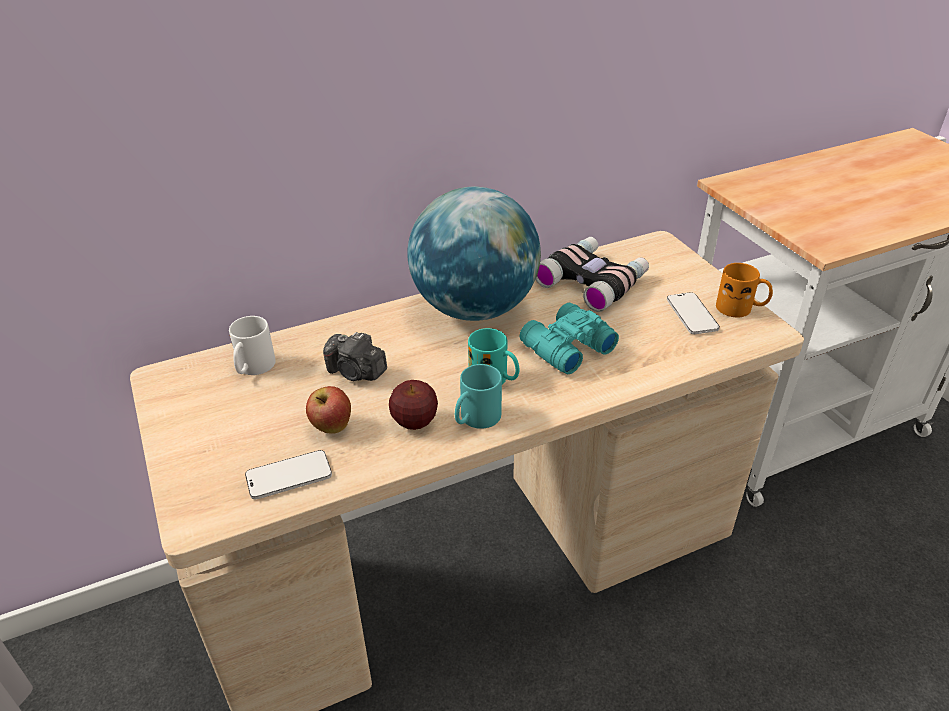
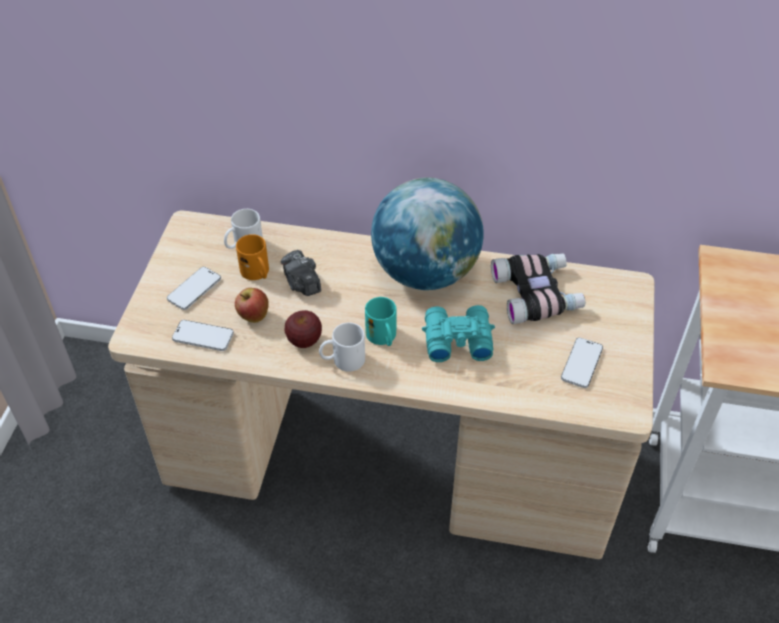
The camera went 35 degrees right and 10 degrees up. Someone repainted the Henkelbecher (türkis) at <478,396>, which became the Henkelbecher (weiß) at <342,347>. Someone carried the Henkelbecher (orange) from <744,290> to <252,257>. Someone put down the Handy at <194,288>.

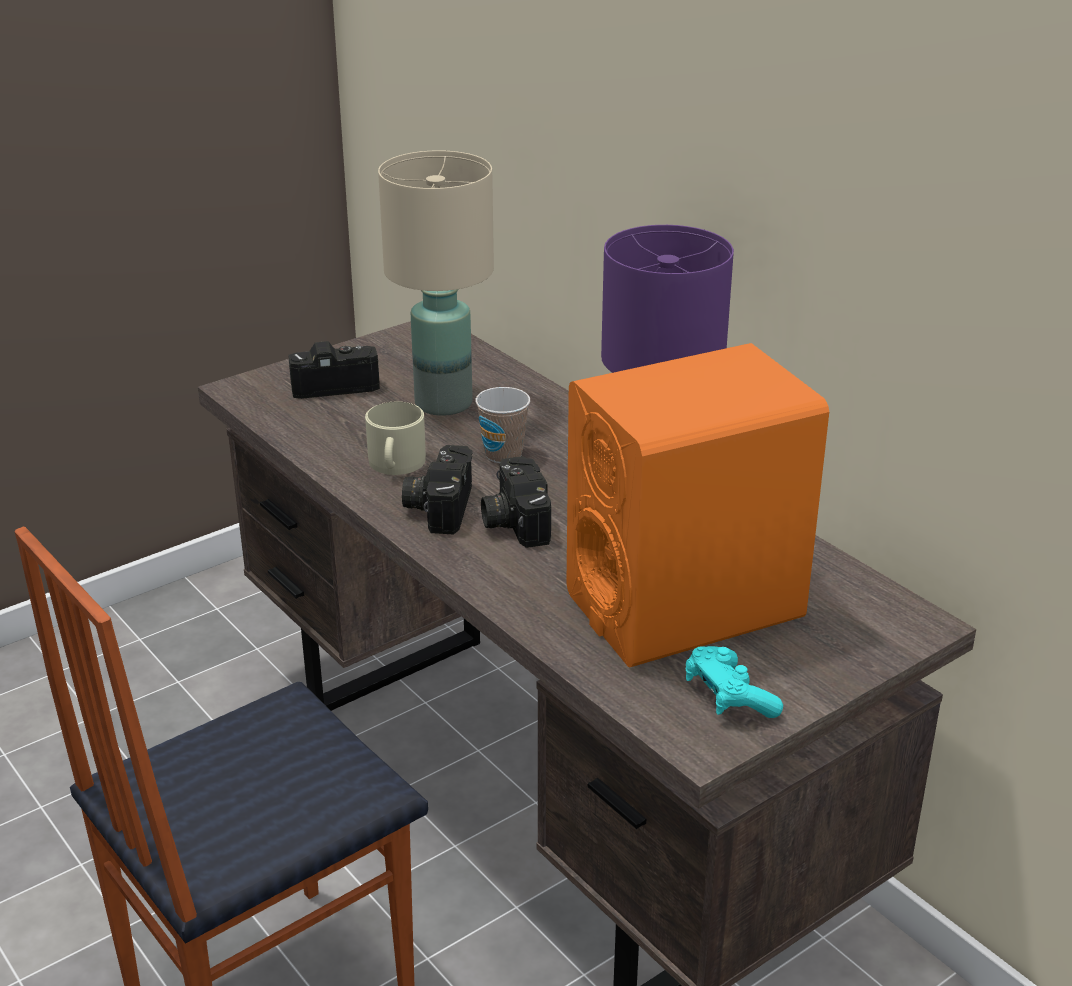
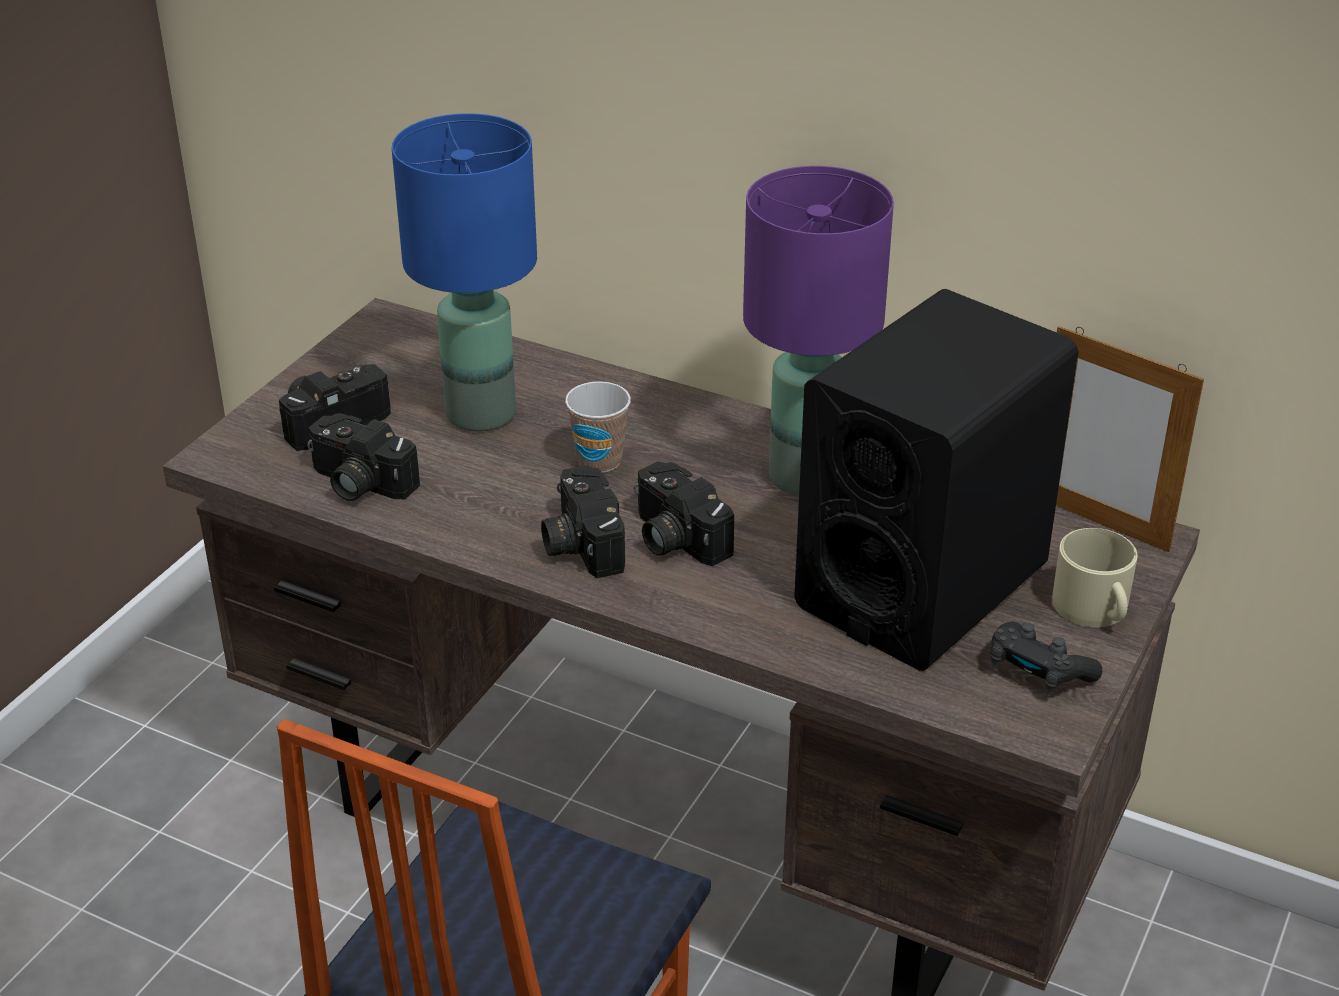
The camera went 25 degrees left and 5 degrees up. Someone carried the Henkelbecher (beige) from <395,438> to <1095,577>. Someone repainted the Tischlampe (beige) at <436,283>, which became the Tischlampe (blau) at <464,272>. Someone repainted the Lautsprecher (orange) at <697,505>, which became the Lautsprecher (schwarz) at <936,480>. Someone repainted the Gamepad (türkis) at <734,682>, which became the Gamepad (schwarz) at <1047,658>. Someone put down the Kamera at <363,457>. Someone put down the Bilderrahmen at <1130,439>.

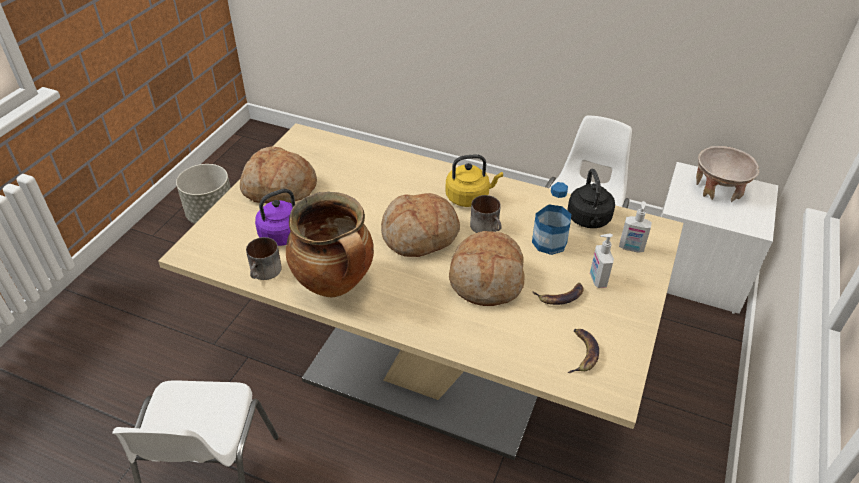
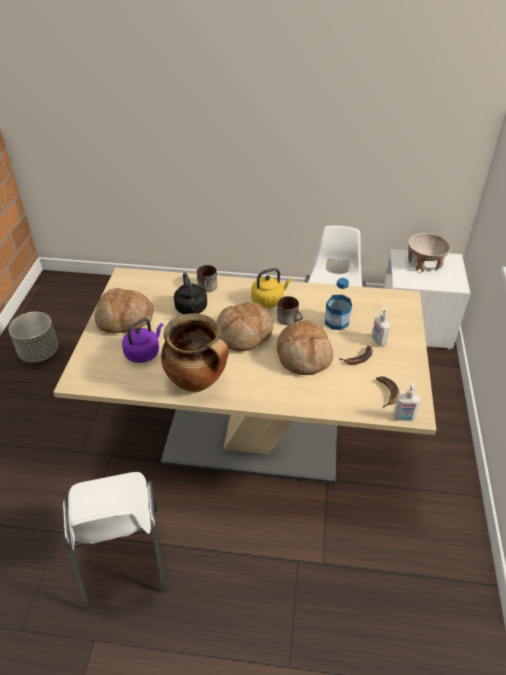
The camera went 15 degrees left and 0 degrees up. Someone carried the Henkelbecher from <264,258> to <207,278>. Someone carried the Wasserkessel (schwarz) from <591,198> to <190,293>. Someone carried the Seifenspender from <635,226> to <406,401>.

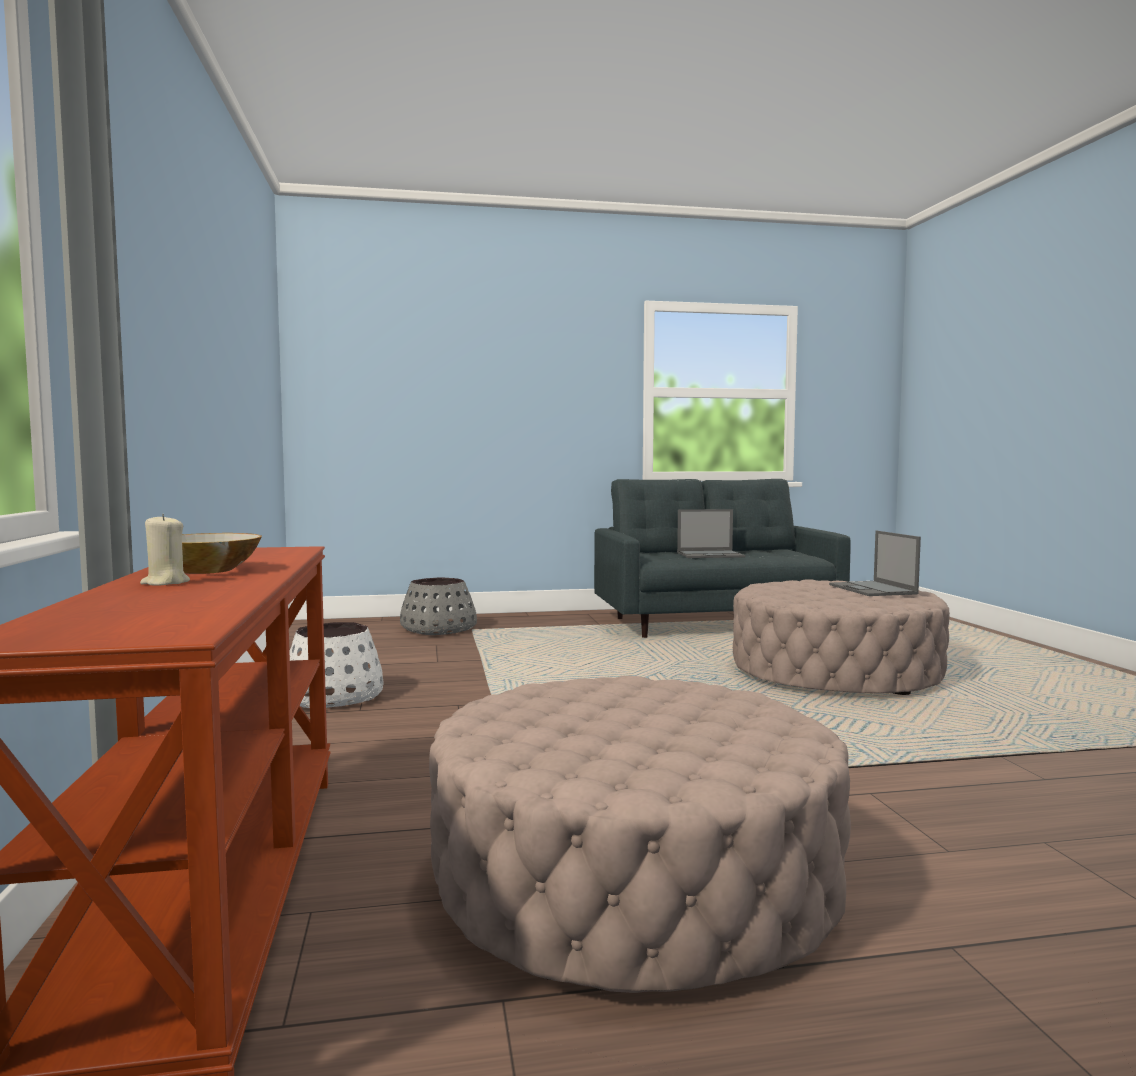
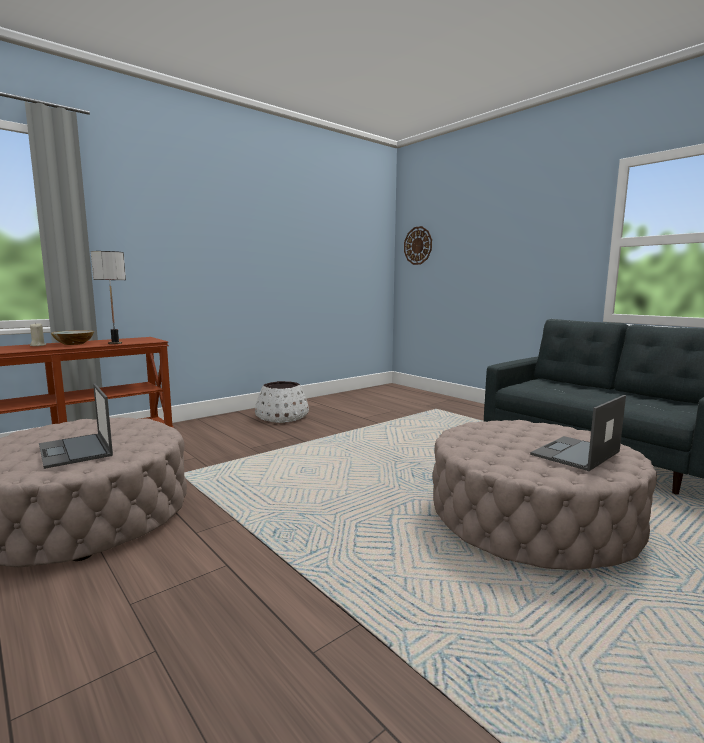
The camera went 60 degrees right and 5 degrees up. Someone took away the Pflanzkübel (grau) at <438,606>. Someone carried the Laptop from <711,533> to <76,426>. Someone put down the Tischlampe at <108,297>. Someone put up the Wanduhr at <418,245>.

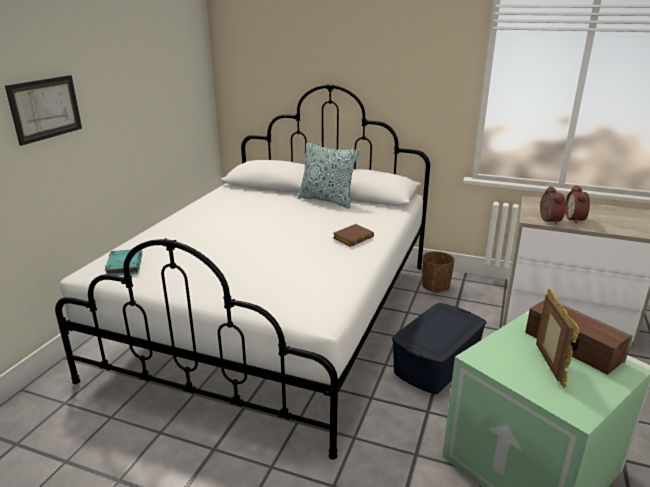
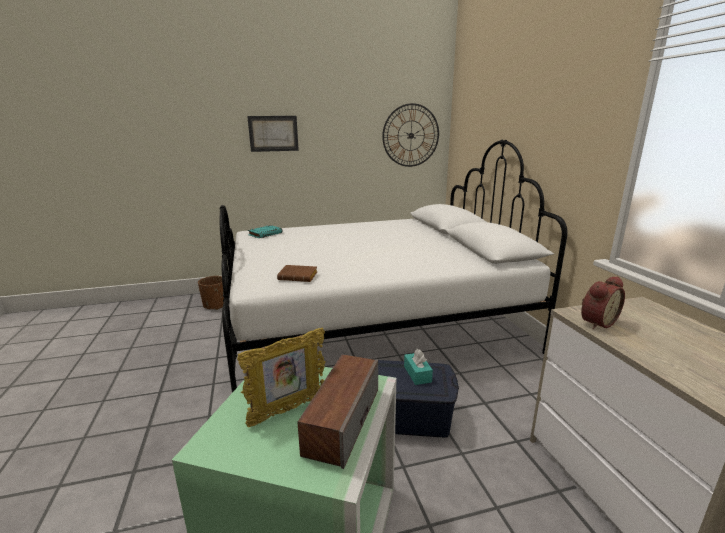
The camera went 55 degrees right and 5 degrees down. Someone took away the Kissen at <328,176>. Someone carried the Buch (braun) from <353,235> to <297,273>. Someone carried the Pflanzkübel (braun) from <438,272> to <211,293>. Someone took away the Wecker at <577,204>. Someone put up the Wanduhr at <410,135>. Someone put down the Taschentuchbox (türkis) at <418,367>.

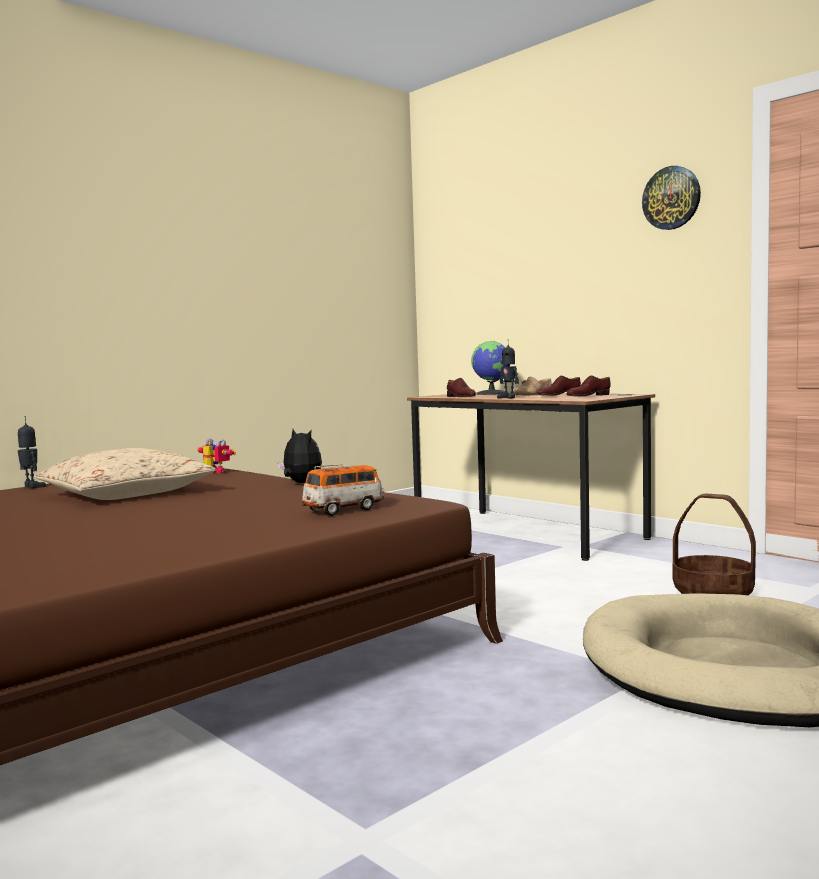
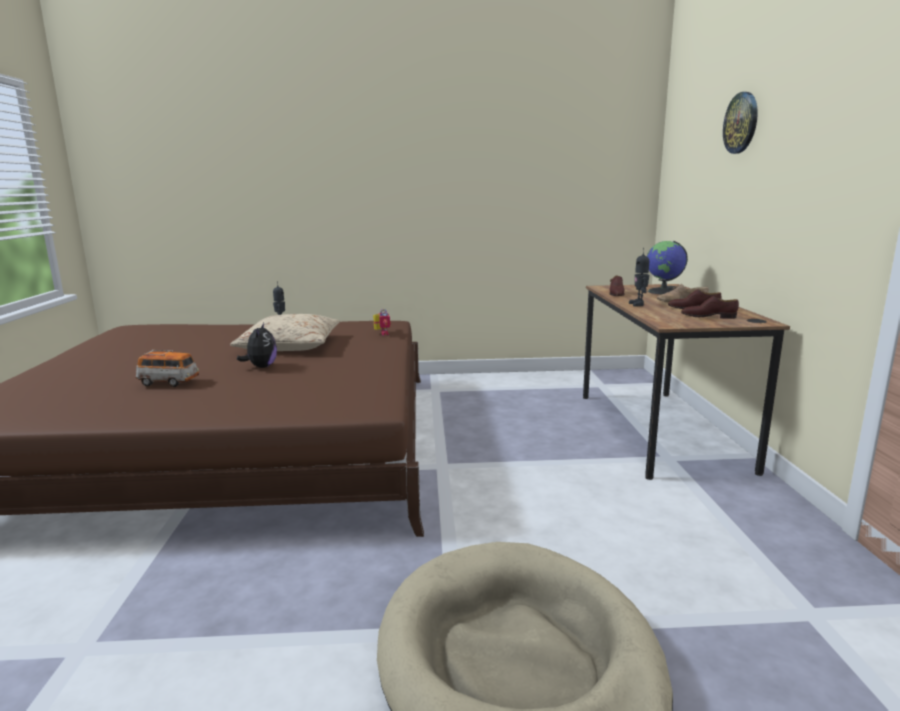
The camera went 40 degrees right and 10 degrees up. Someone carried the Plüschtier from <300,456> to <257,345>. Someone carried the Spielzeugauto from <342,490> to <167,368>. Someone carried the Wanduhr from <671,198> to <740,123>. Someone took away the Korb at <714,545>.

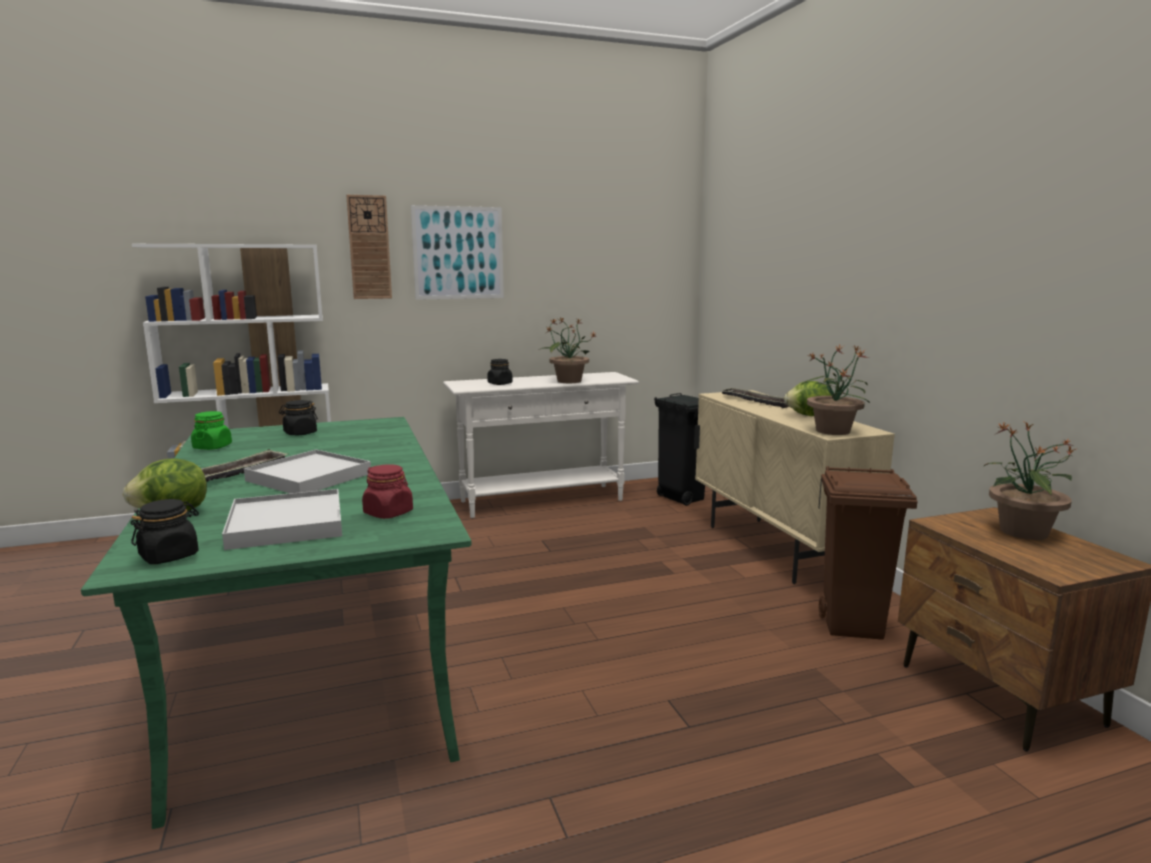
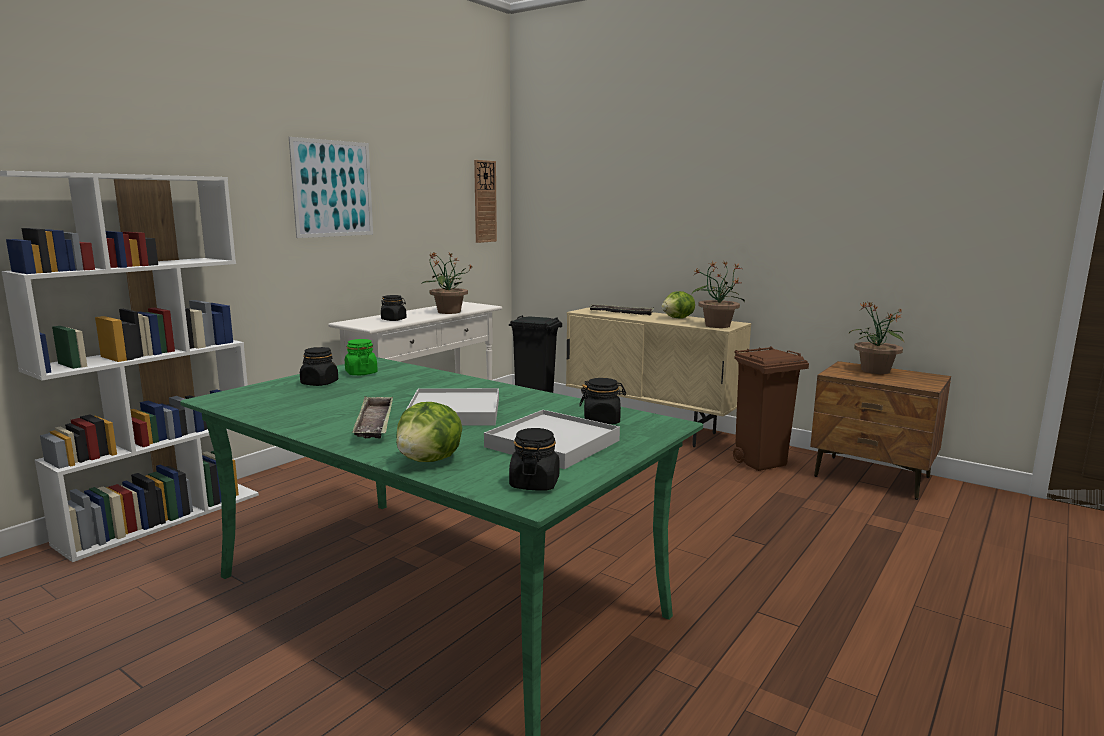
The camera went 35 degrees left and 0 degrees up. Someone carried the Vorratsglas (grün) from <211,430> to <361,357>. Someone carried the Wanduhr from <369,247> to <485,201>. Someone repainted the Vorratsglas (rot) at <387,491>, which became the Vorratsglas (schwarz) at <602,401>.

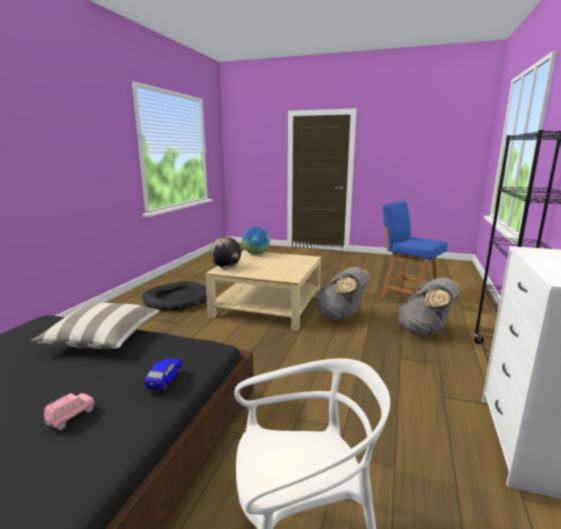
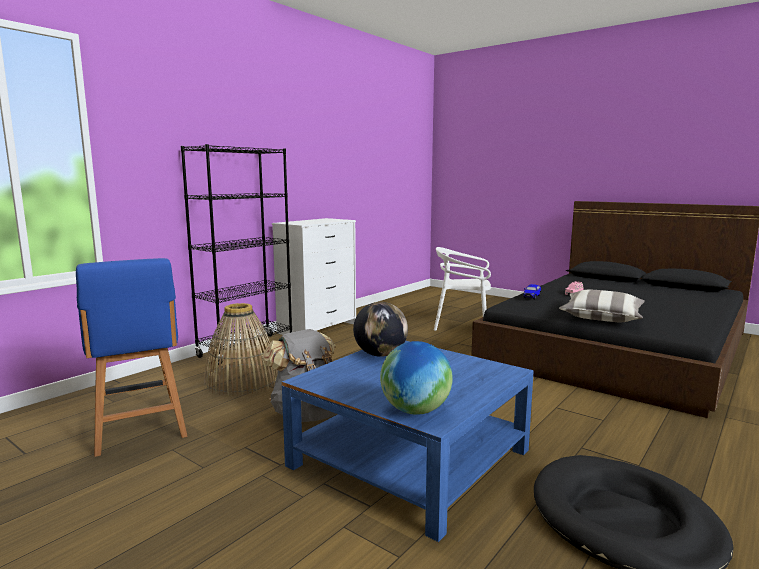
The camera went 160 degrees left and 5 degrees down. Someone repainted the Couchtisch (beige) at <263,290>, which became the Couchtisch (blau) at <408,441>. Someone carried the Globus from <225,252> to <380,329>. Someone swapped the Rucksack (grau) at <428,307> for the Korb at <241,349>.

